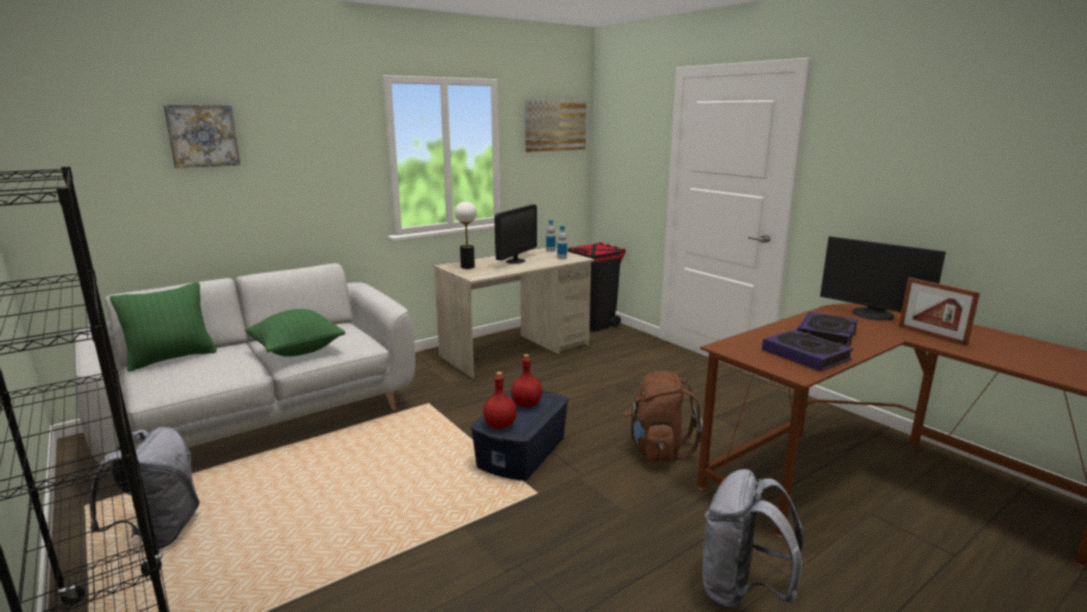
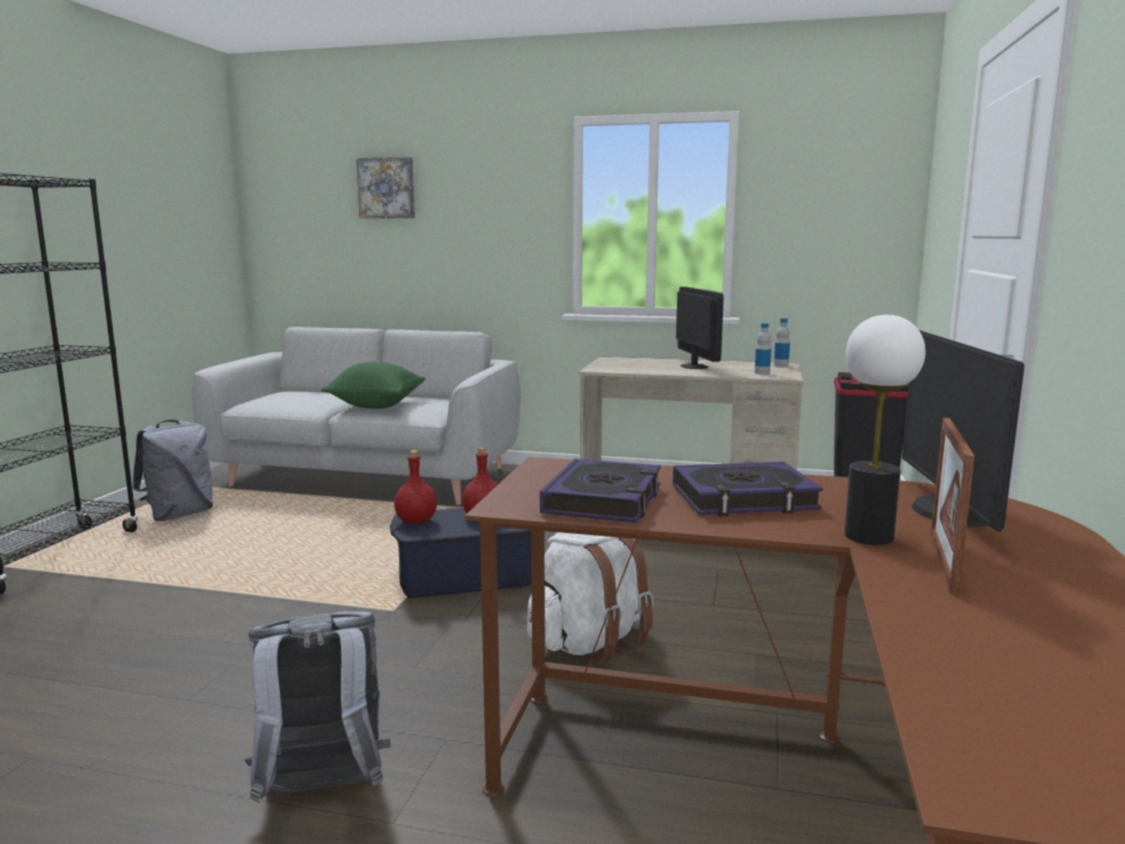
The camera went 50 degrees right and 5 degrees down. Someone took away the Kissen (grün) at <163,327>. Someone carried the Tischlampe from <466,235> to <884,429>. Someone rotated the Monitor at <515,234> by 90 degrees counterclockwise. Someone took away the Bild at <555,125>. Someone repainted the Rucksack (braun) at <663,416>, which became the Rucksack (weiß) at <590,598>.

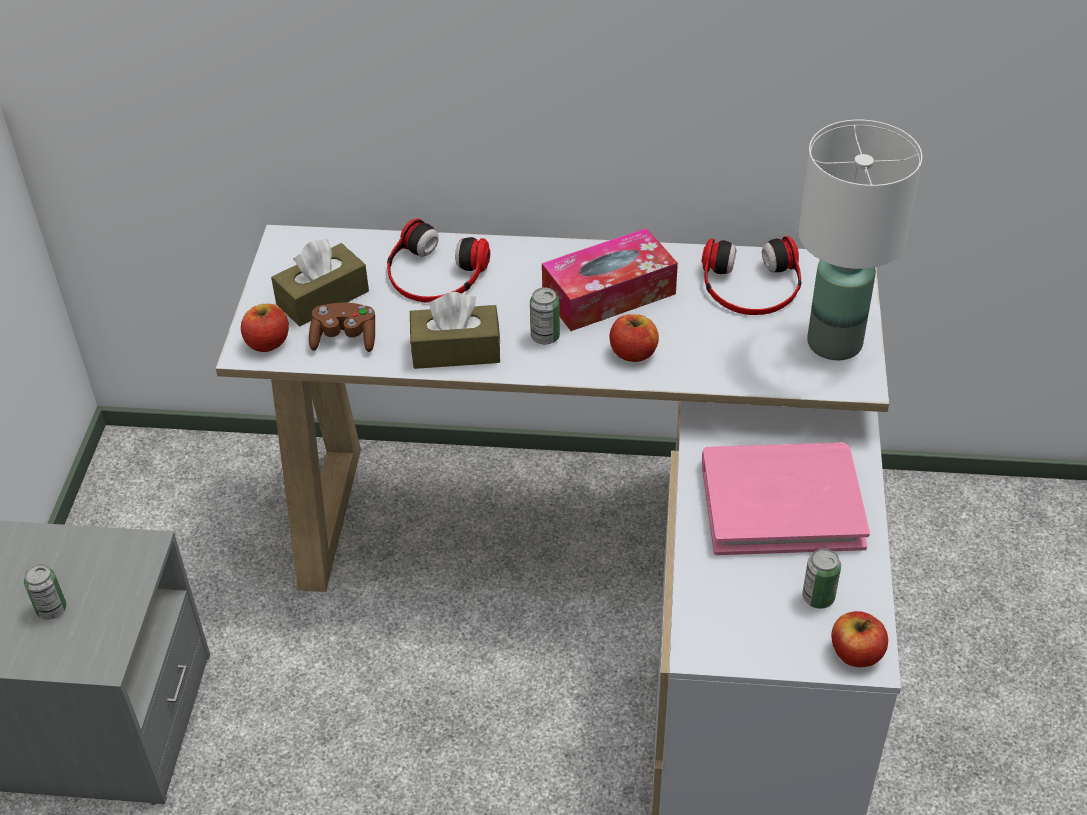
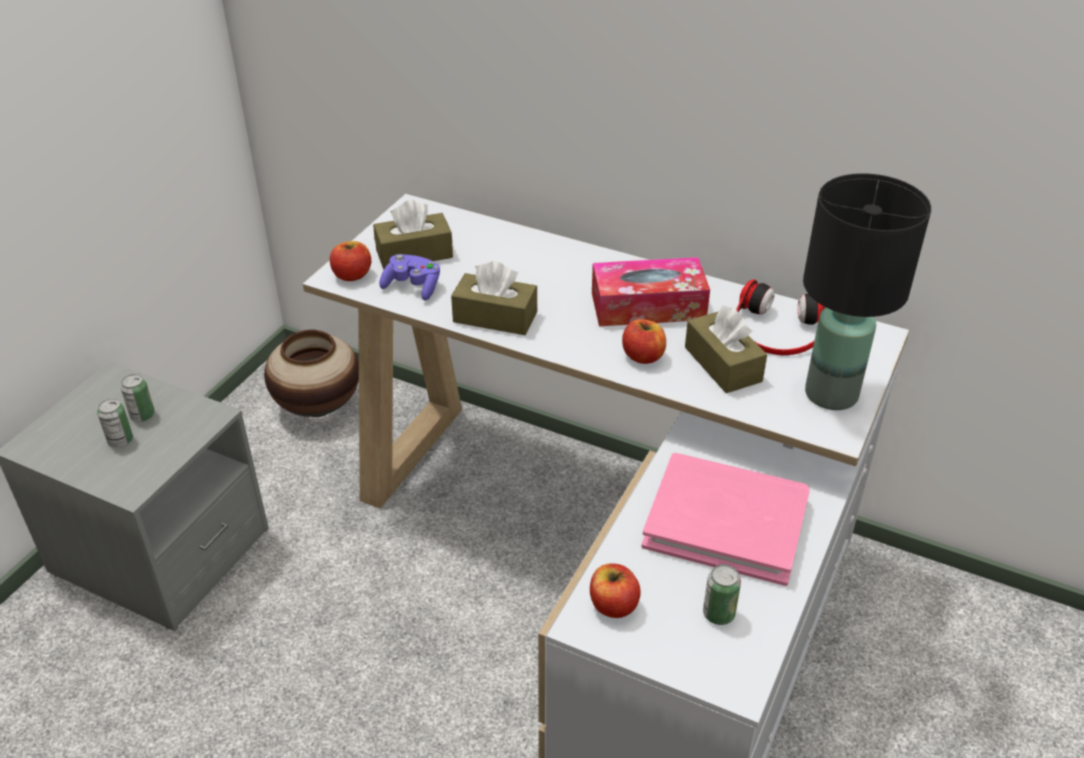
The camera went 20 degrees right and 5 degrees down. Someone repainted the Gamepad (braun) at <342,327>, which became the Gamepad (lila) at <409,277>. Someone took away the Kopfhörer at <438,261>. Someone carried the Dose from <545,316> to <138,398>. Someone repainted the Tischlampe (weiß) at <860,240>, which became the Tischlampe (schwarz) at <867,291>. Someone carried the Apfel from <859,639> to <615,591>. Someone put down the Vase at <311,373>. Someone put down the Taschentuchbox (braun) at <726,349>.

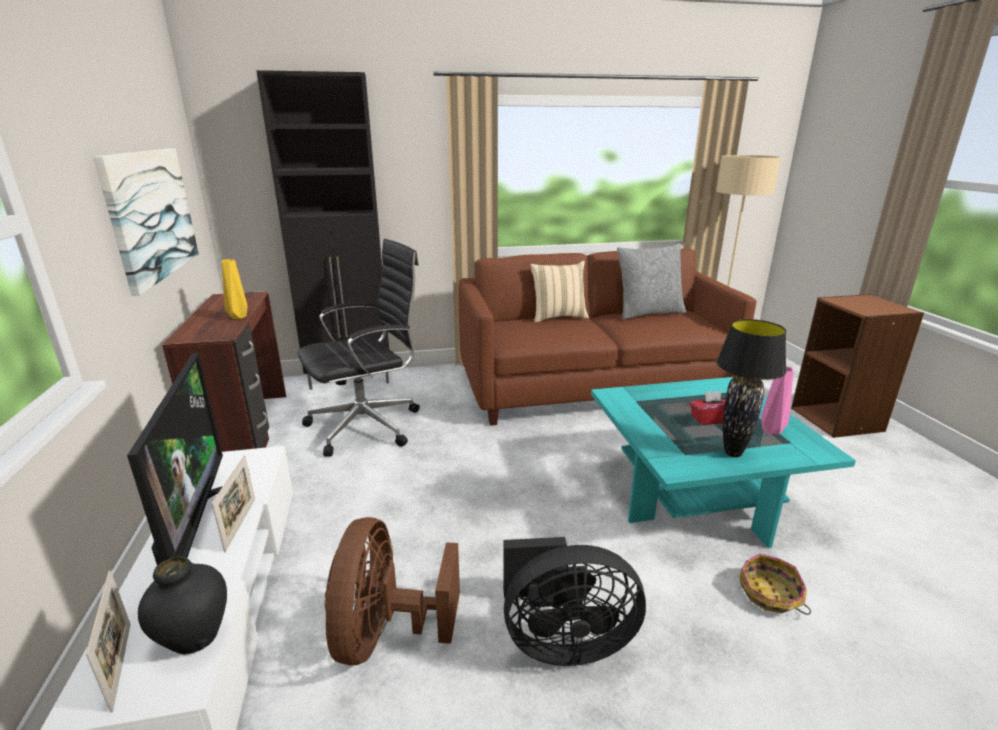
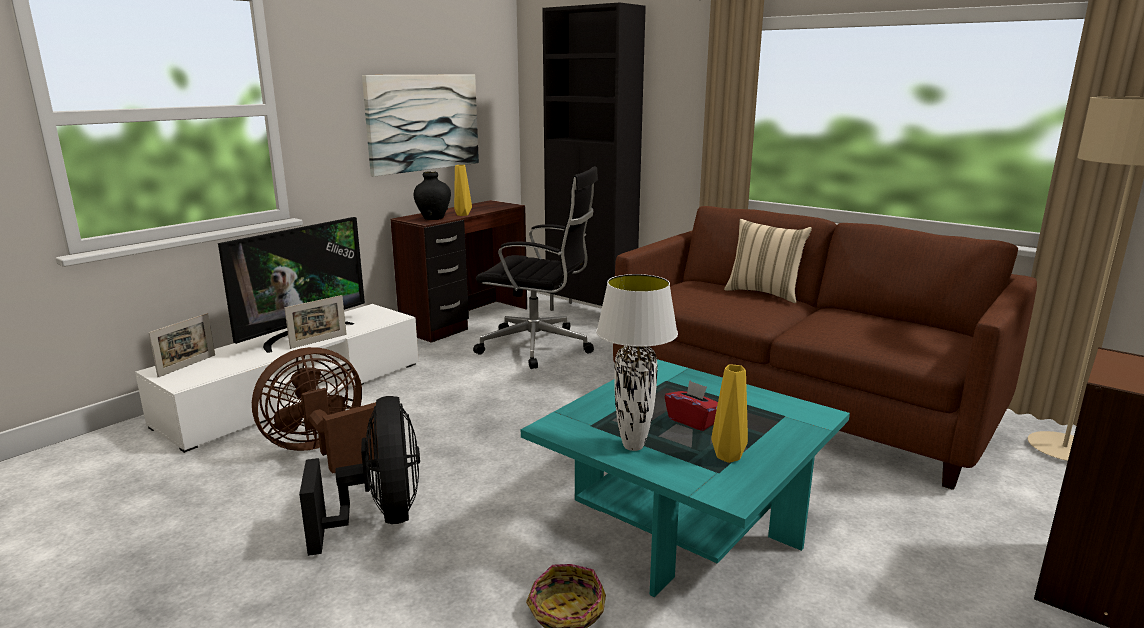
The camera went 50 degrees right and 5 degrees down. Someone carried the Vase (schwarz) from <182,605> to <432,195>. Someone rotated the Ventilator (schwarz) at <574,601> by 150 degrees counterclockwise. Someone took away the Kissen (grau) at <652,281>. Someone repainted the Tischlampe (schwarz) at <751,388>, which became the Tischlampe (weiß) at <637,362>. Someone repainted the Vase (rosa) at <777,401>, which became the Vase (gelb) at <729,414>.

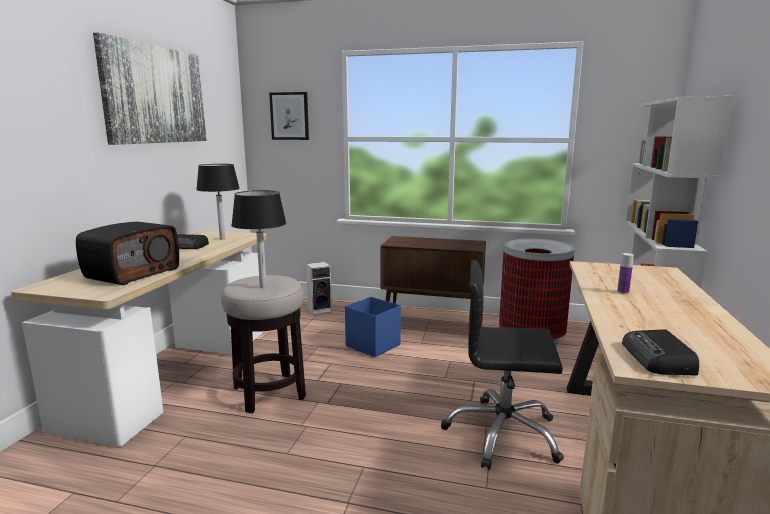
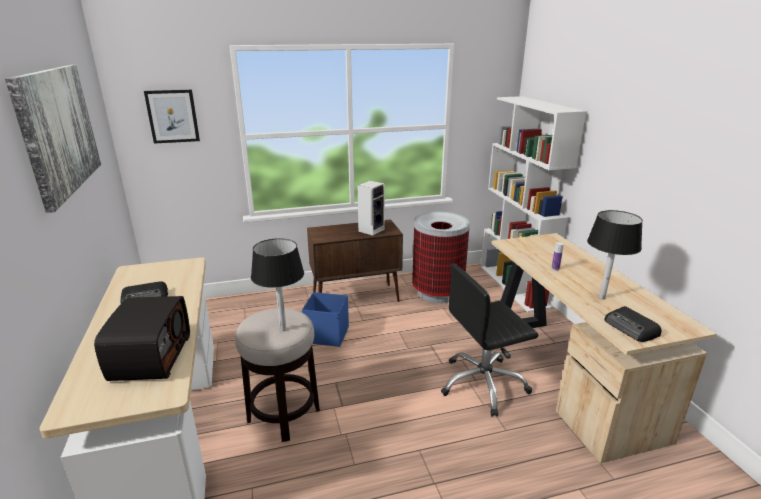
The camera went 30 degrees left and 10 degrees up. Someone carried the Tischlampe (schwarz) from <218,201> to <615,254>. Someone carried the Lautsprecher from <319,288> to <371,208>.

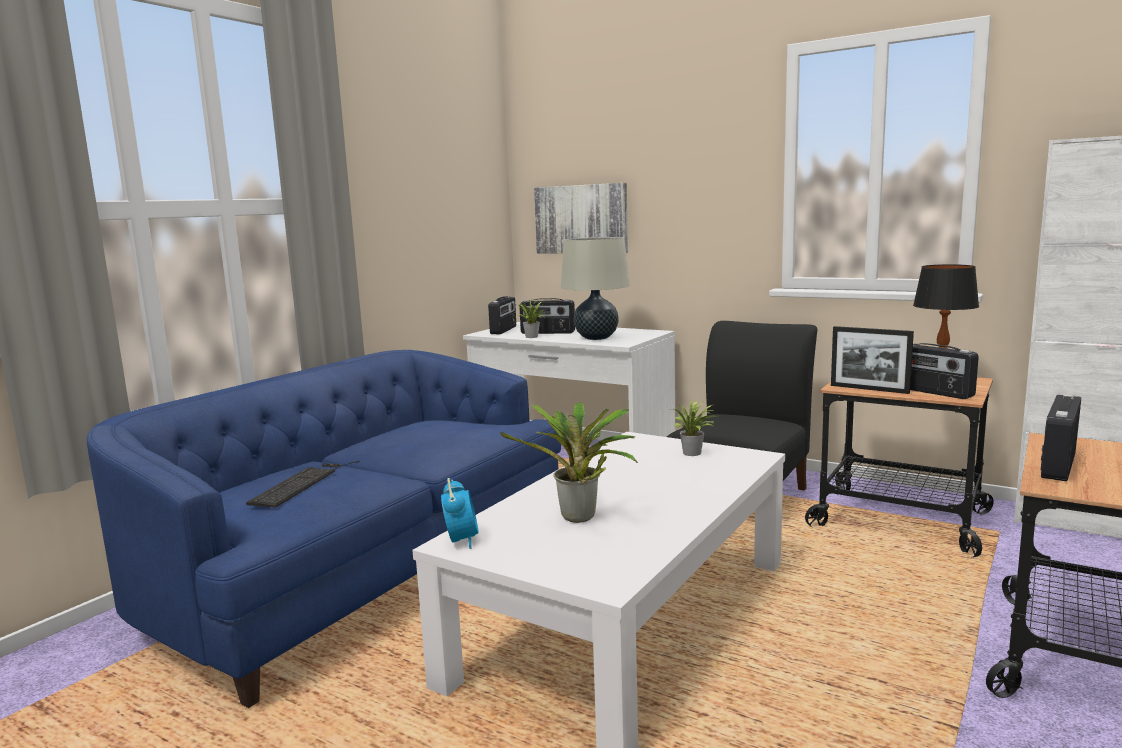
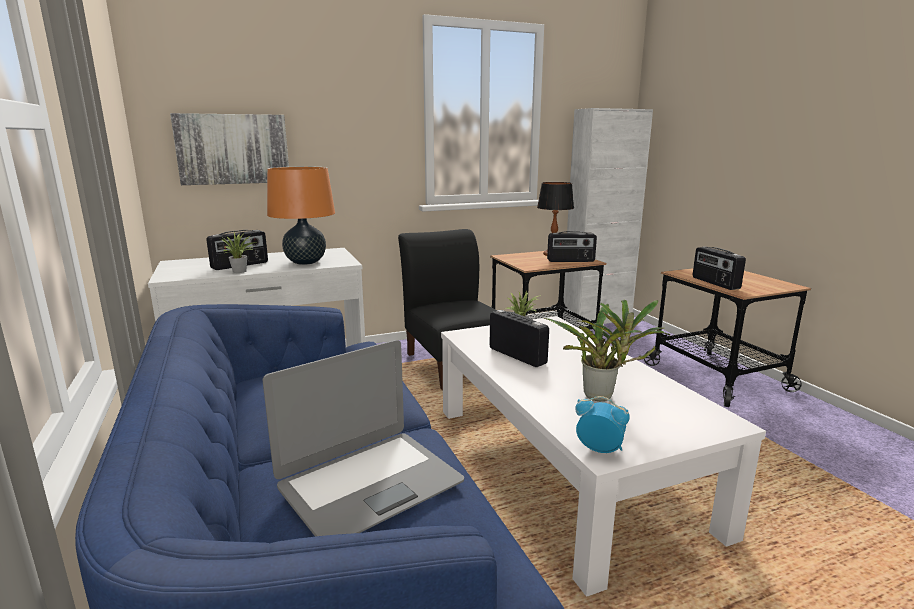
The camera went 55 degrees left and 5 degrees up. Someone swapped the Tastatur at <303,484> for the Laptop at <363,438>. Someone carried the Radio from <502,315> to <519,338>. Someone repainted the Tischlampe (beige) at <595,288>, which became the Tischlampe (orange) at <301,216>. Someone took away the Bilderrahmen at <872,360>.

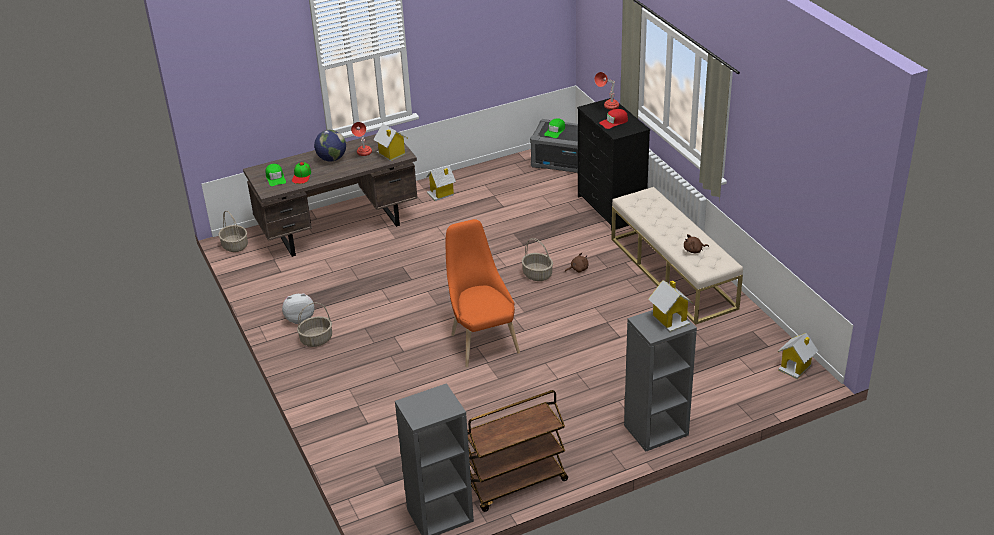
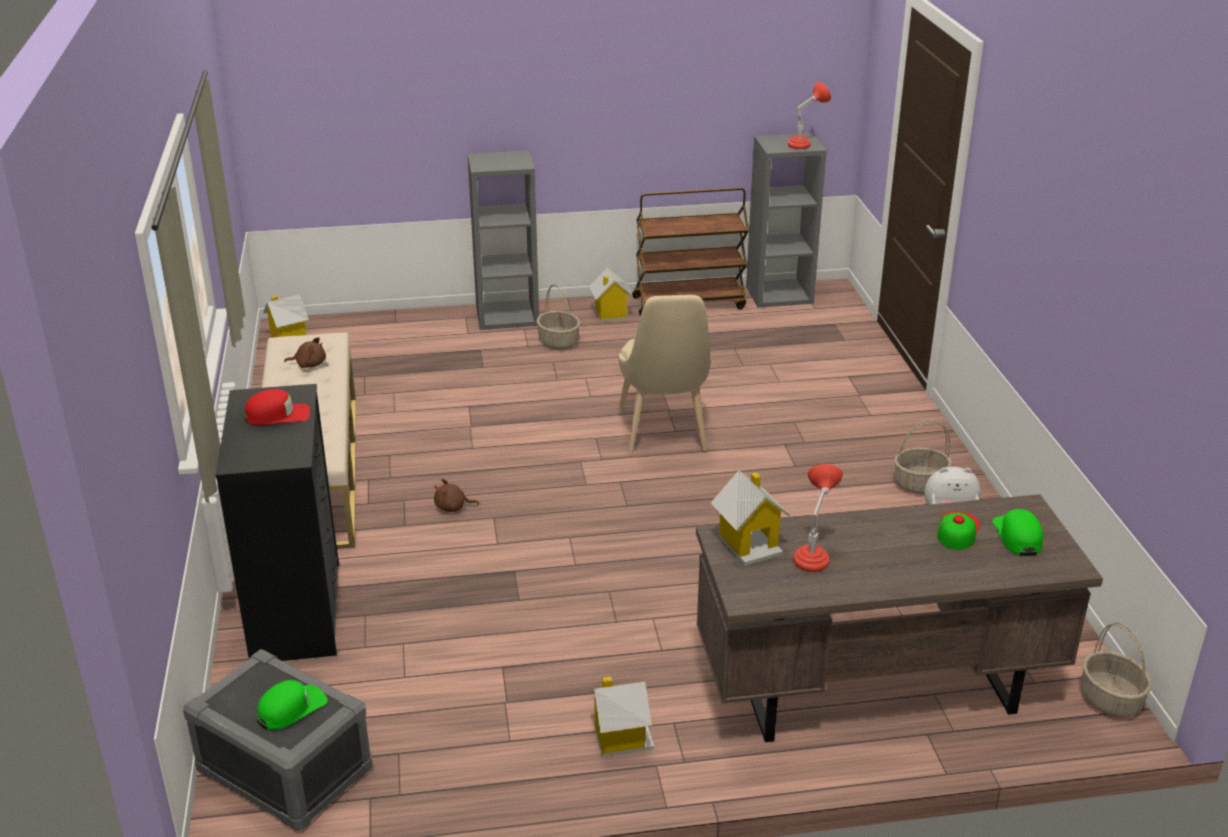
The camera went 165 degrees left and 5 degrees down. Someone took away the Globus at <330,146>. Someone repainted the Stuhl (orange) at <483,293>, which became the Stuhl (beige) at <664,374>. Someone carried the Korb from <537,259> to <558,317>. Someone carried the Tischlampe (rot) from <606,91> to <809,115>. Someone carried the Spielzeughaus from <670,306> to <611,294>.

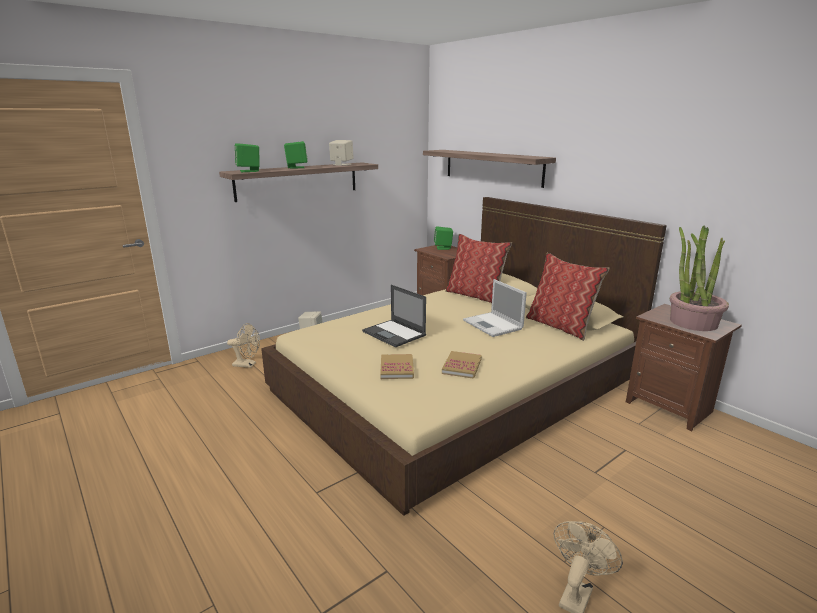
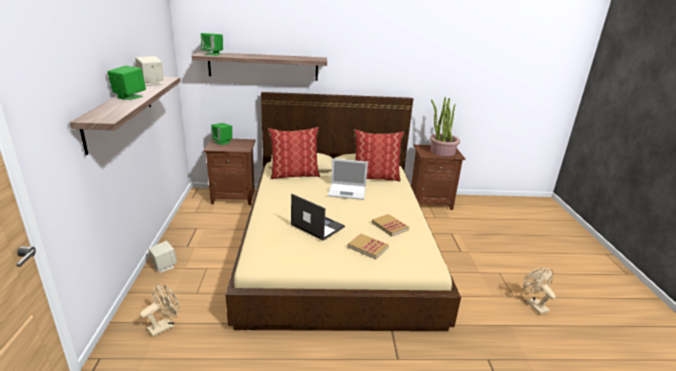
The camera went 55 degrees left and 5 degrees up. Someone carried the Lautsprecher (grün) from <247,157> to <212,44>. Someone rotated the Laptop at <394,316> by 135 degrees counterclockwise.

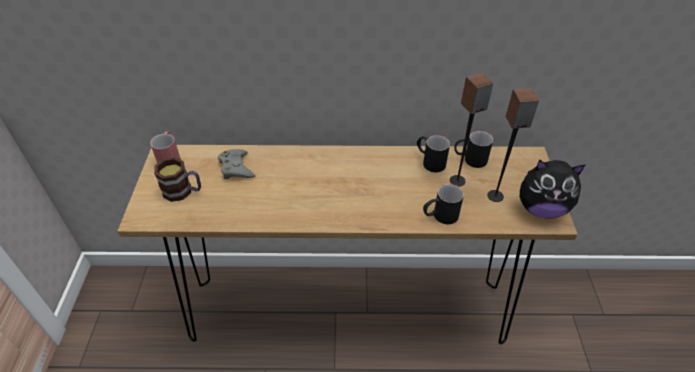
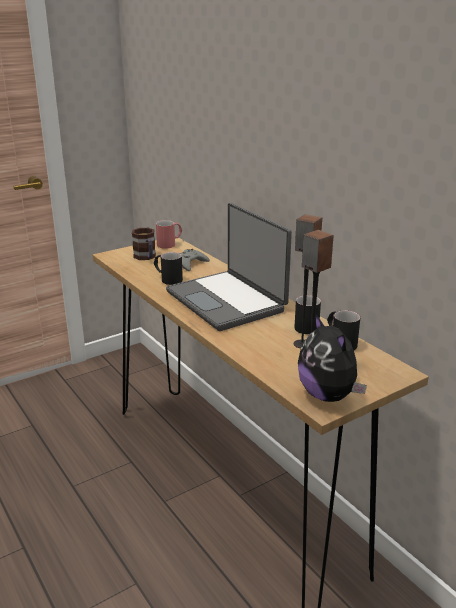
The camera went 55 degrees right and 20 degrees down. Someone carried the Henkelbecher (schwarz) from <443,204> to <168,268>. Someone put down the Laptop at <229,267>.

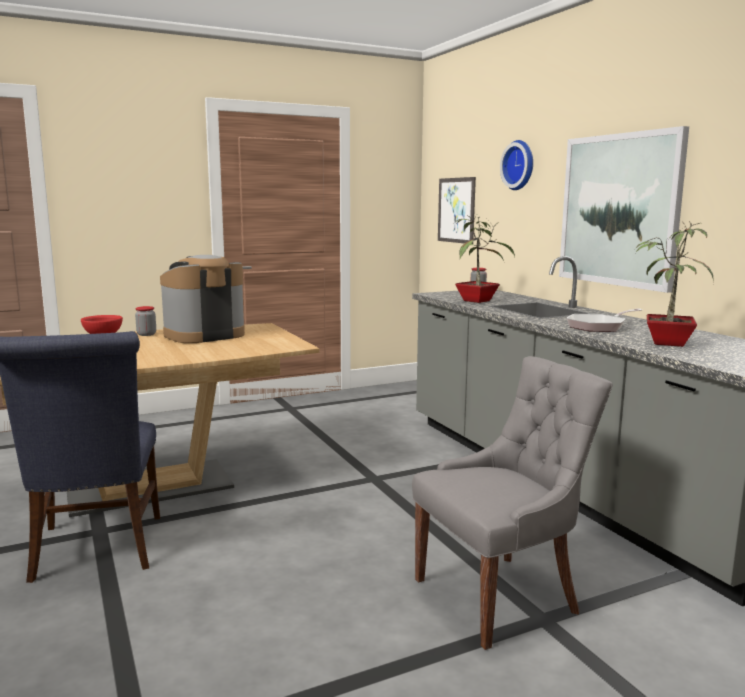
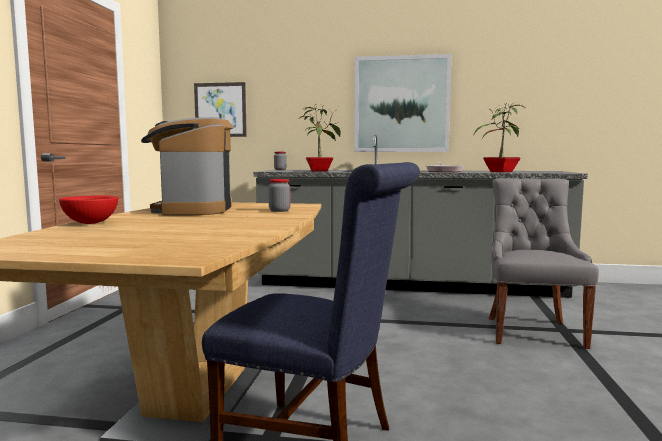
The camera went 55 degrees left and 5 degrees down. Someone carried the Vorratsglas from <145,321> to <279,195>. Someone took away the Wanduhr at <516,165>.

